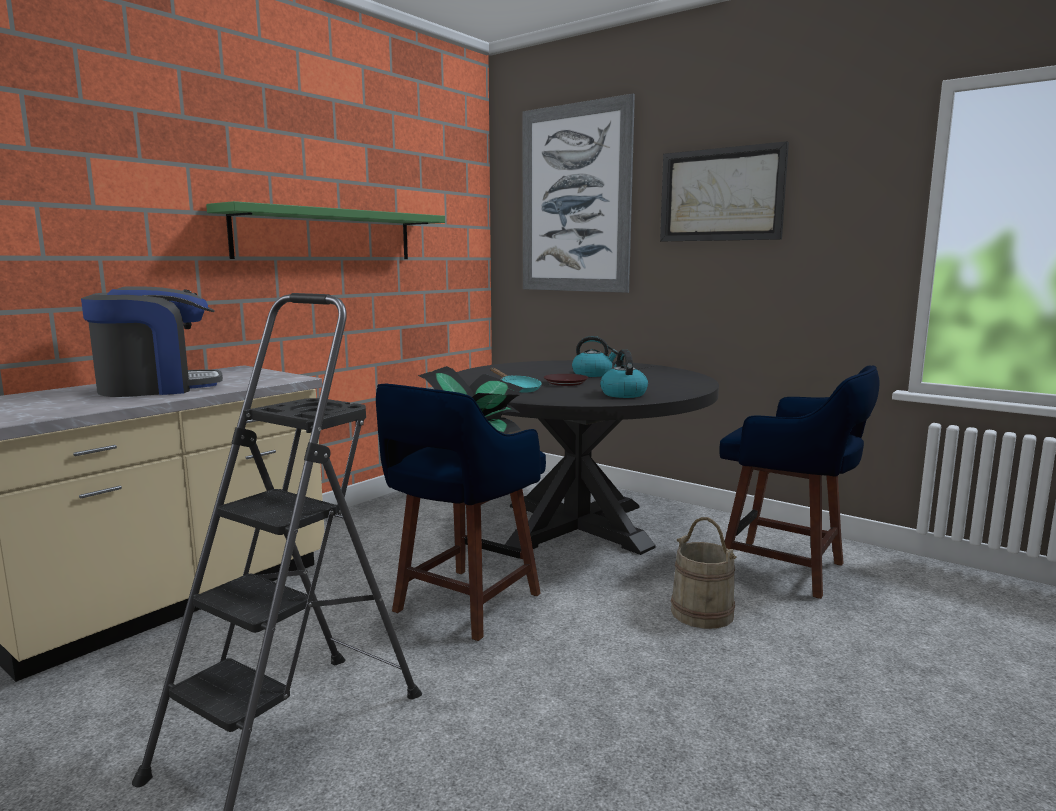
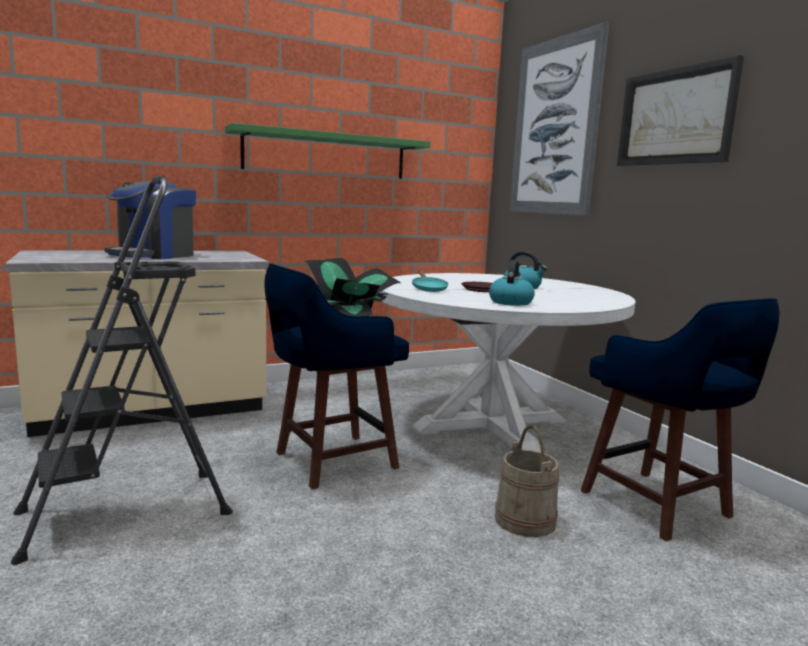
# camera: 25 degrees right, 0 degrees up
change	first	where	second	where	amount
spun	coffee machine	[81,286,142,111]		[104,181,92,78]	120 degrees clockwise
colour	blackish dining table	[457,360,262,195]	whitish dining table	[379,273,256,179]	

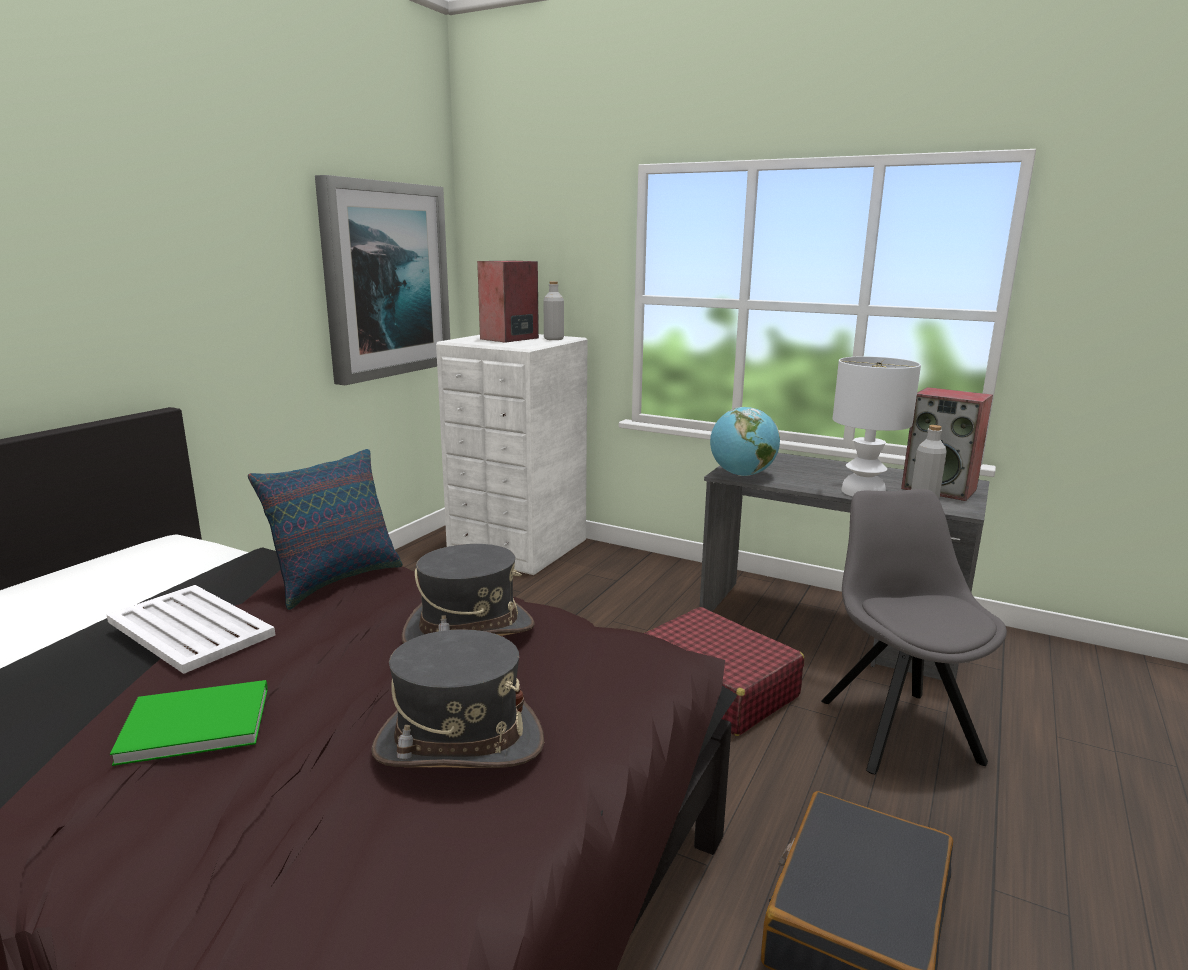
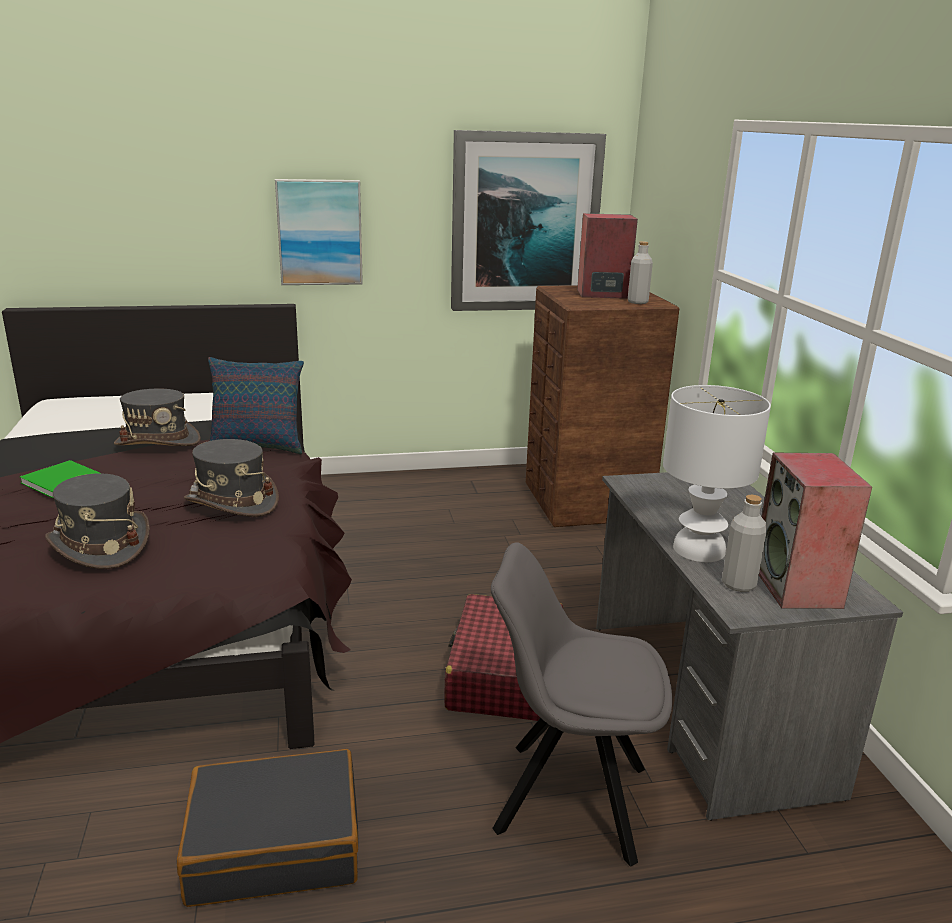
# camera: 50 degrees right, 5 degrees up
change	first	where	second	where	amount
exchanged	whitish tray	[107,585,168,89]	grey wearable hat	[114,389,87,57]	
colour	whitish chest of drawers	[436,334,151,241]	brown chest of drawers	[526,285,154,242]	
missing	globe	[710,407,70,69]			
spun	grey plain chair	[821,489,186,285]		[491,542,181,325]	120 degrees counterclockwise
appeared			wall picture	[275,179,88,106]	

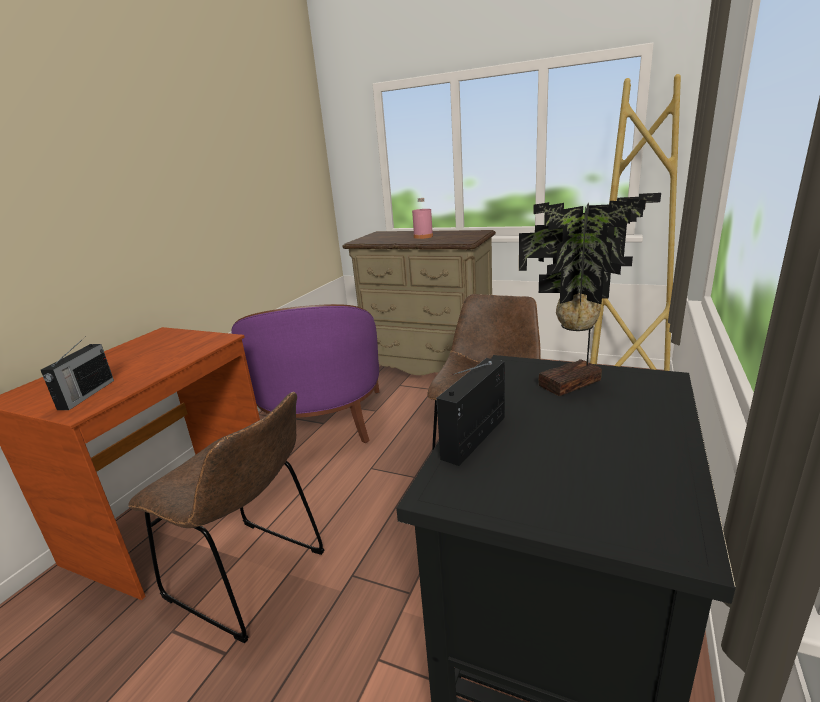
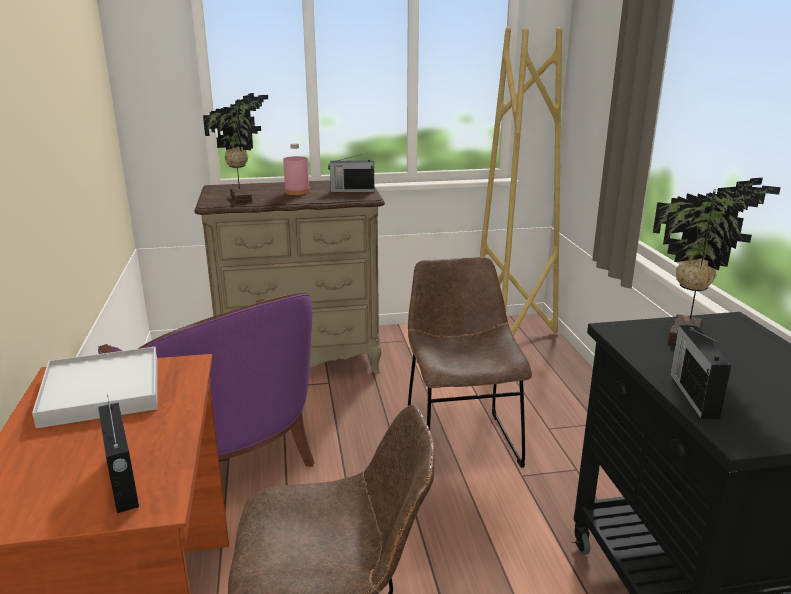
# camera: 35 degrees left, 0 degrees up
change	first	where	second	where	amount
appeared			whitish tray	[32,347,126,81]	
appeared			plant in a pot	[203,93,65,110]	
appeared			radio set	[328,153,46,39]	

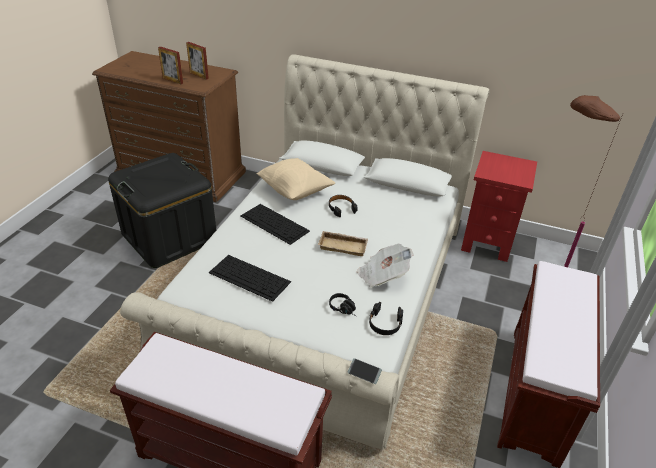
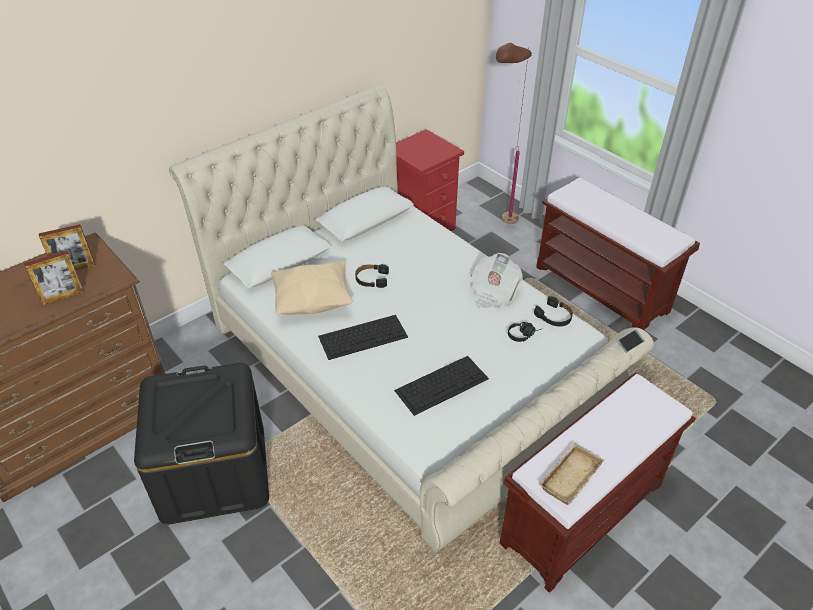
# camera: 60 degrees left, 5 degrees up
change	first	where	second	where	amount
relocated	sand-coloured tray	[318,231,50,25]		[538,443,66,62]	

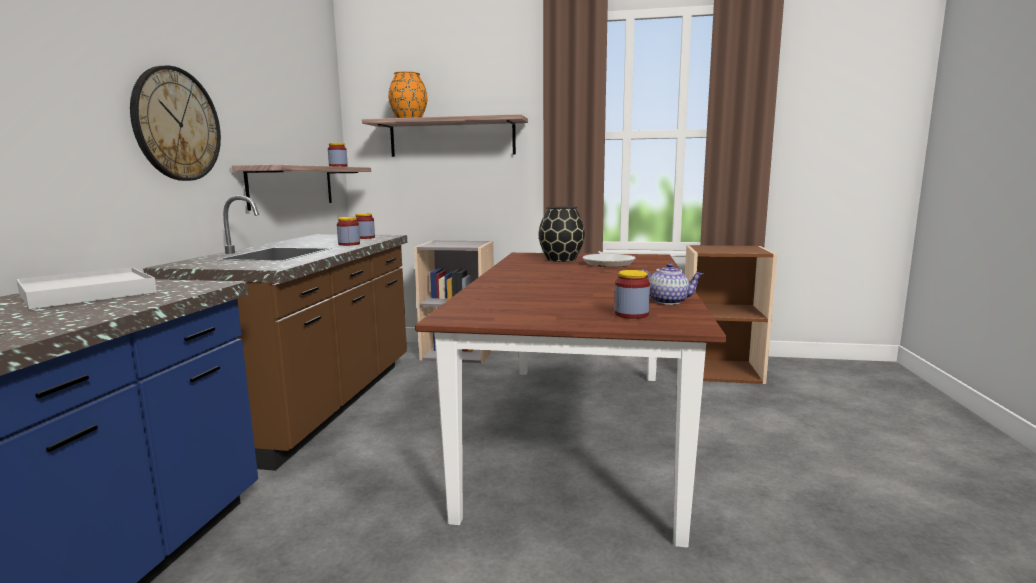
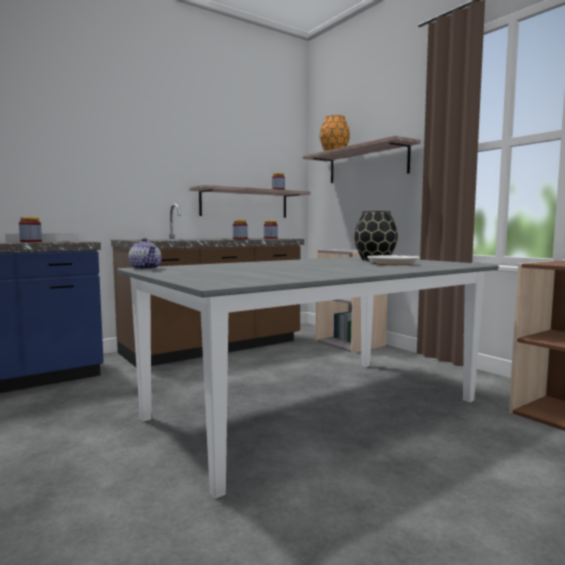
# camera: 45 degrees right, 5 degrees down
change	first	where	second	where	amount
missing	hanging clock	[130,66,91,115]			
colour	brown dining table	[415,253,312,295]	grey dining table	[117,257,382,242]	
relocated	jar	[615,270,35,49]		[19,217,23,26]	
relocated	teapot	[641,263,63,42]		[129,238,32,32]	

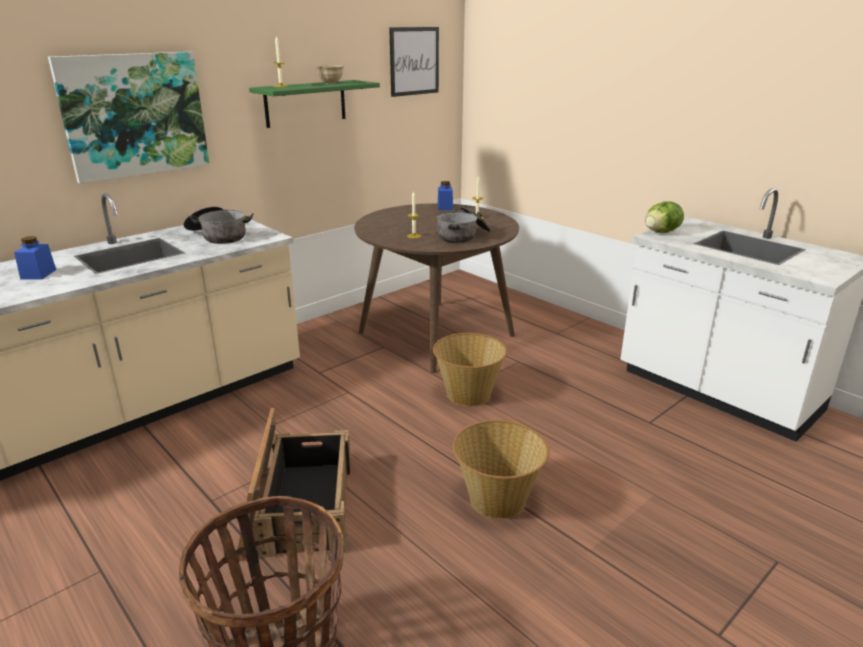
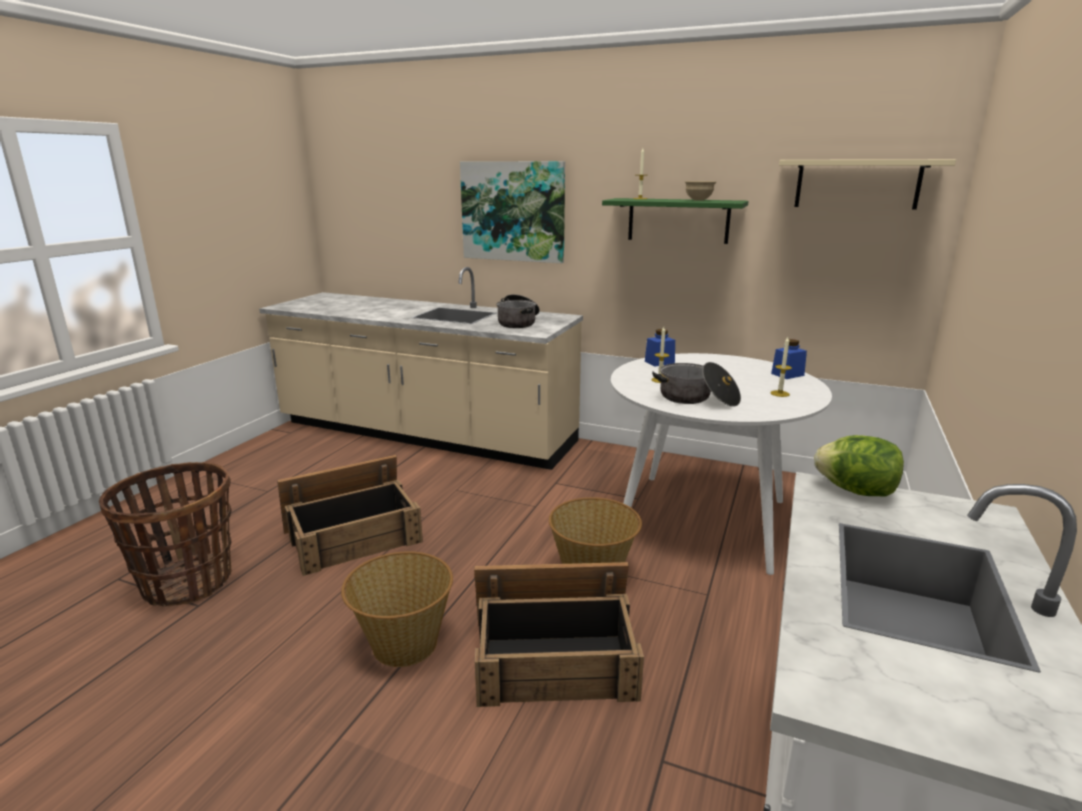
# camera: 65 degrees right, 5 degrees down
change	first	where	second	where	amount
relocated	blue jar	[14,236,42,43]		[645,329,30,38]	
colour	brown dining table	[354,203,165,170]	whitish dining table	[611,353,221,222]	
exchanged	wall picture	[389,27,50,70]	sand-coloured wall shelf	[779,159,177,51]	
appeared			shipping crate	[474,562,170,145]	

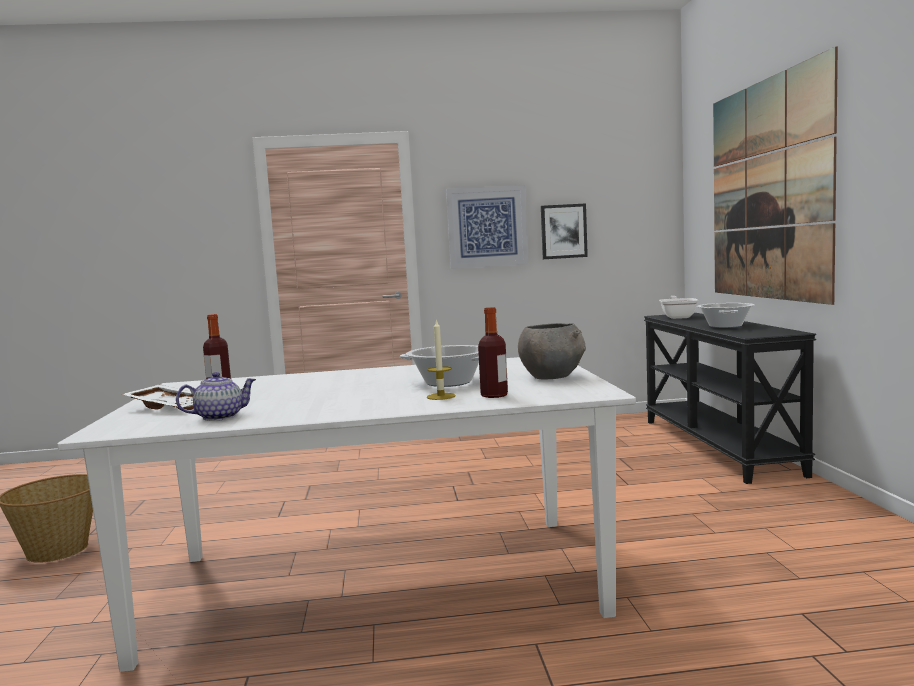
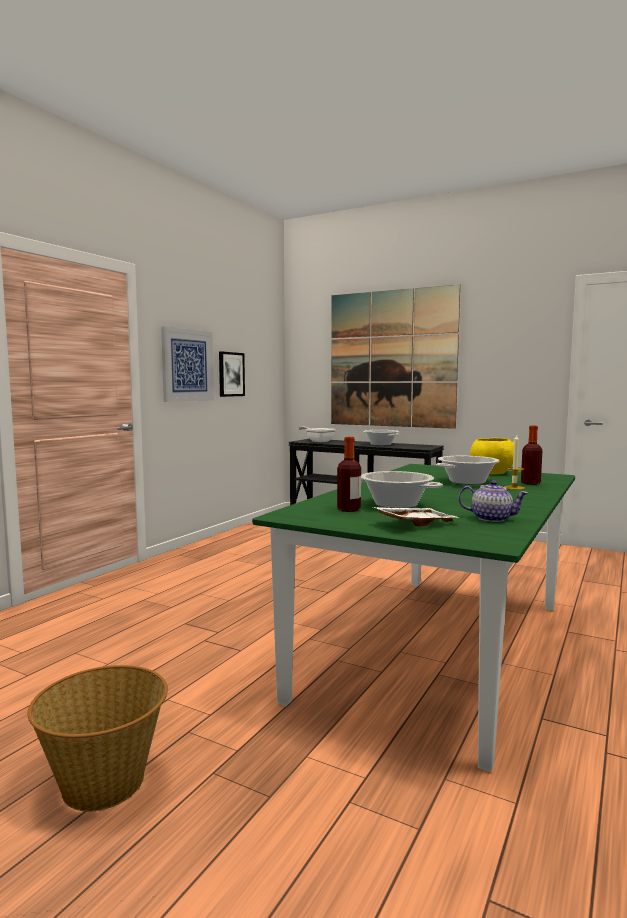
# camera: 55 degrees left, 0 degrees up
change	first	where	second	where	amount
colour	whitish dining table	[57,357,579,315]	green-coloured dining table	[252,464,323,308]	
spun	teapot	[176,372,80,49]		[458,480,70,42]	105 degrees clockwise
colour	grey deep dish	[518,323,68,56]	yellow deep dish	[470,437,44,37]	
appeared			stockpot	[361,471,82,37]	

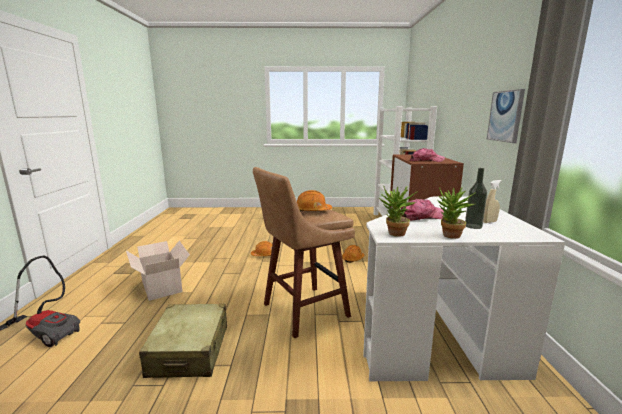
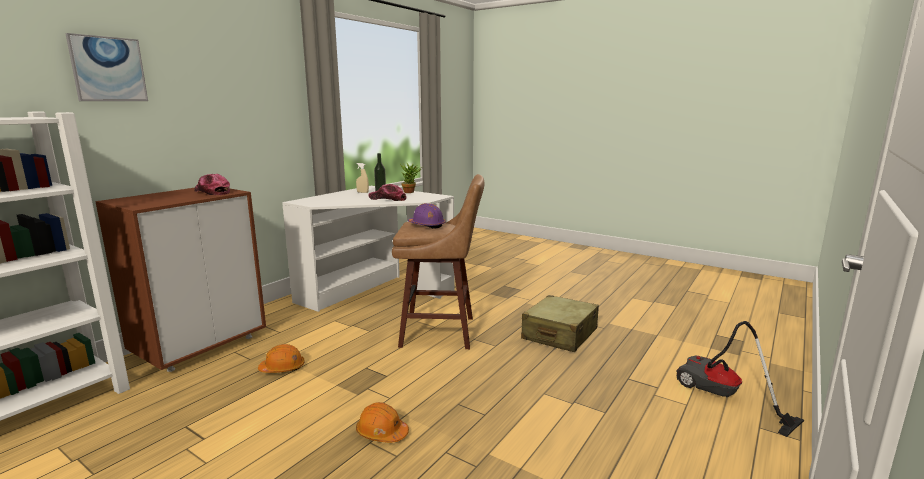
# camera: 145 degrees left, 0 degrees up
change	first	where	second	where	amount
missing	carton	[126,241,64,60]			
colour	orange work helmet	[297,190,35,22]	purple work helmet	[408,203,37,26]	
missing	plant in a pot	[379,186,40,51]			
relocated	wall picture	[487,89,38,54]		[65,33,83,68]	

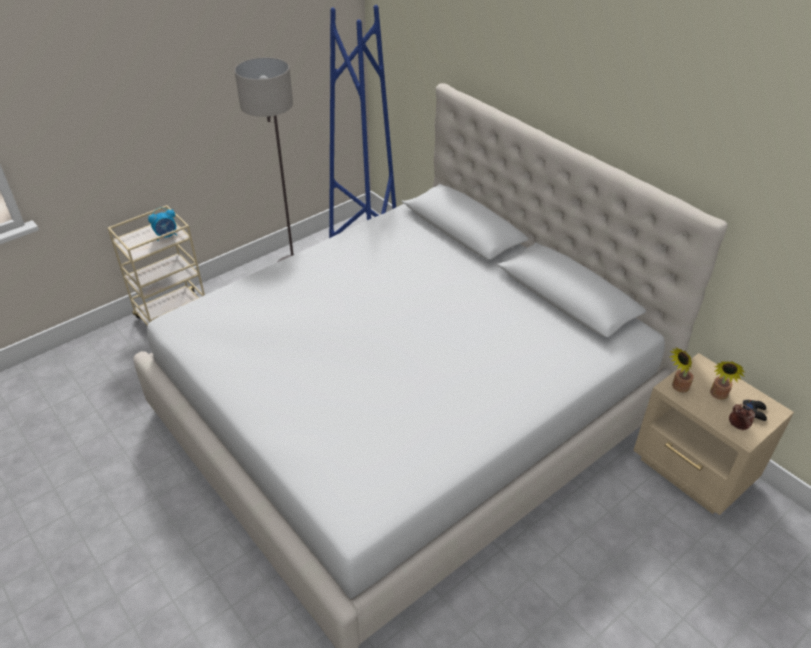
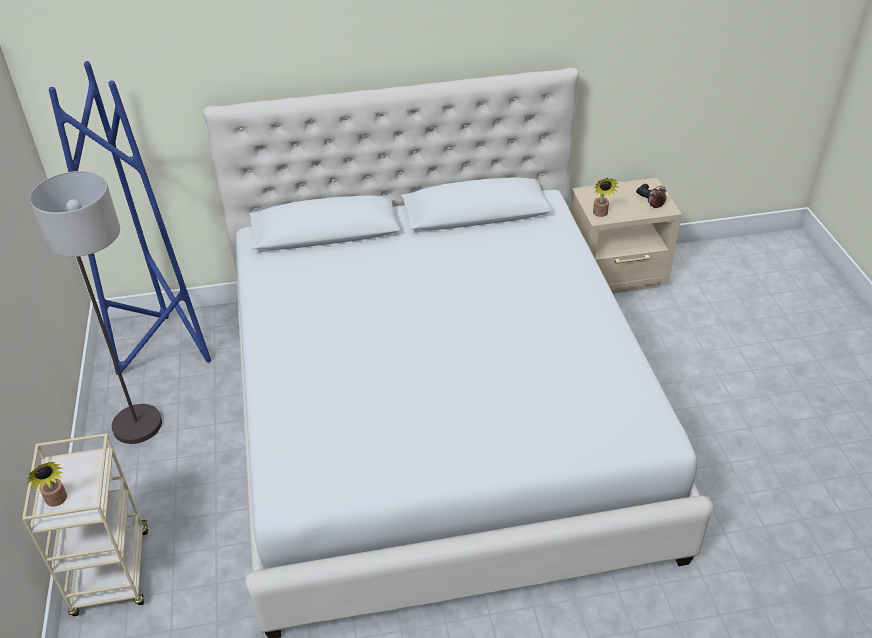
# camera: 60 degrees left, 0 degrees up
change	first	where	second	where	amount
missing	table clock	[148,207,29,34]			
relocated	plant in a pot	[710,361,35,39]		[26,462,41,45]	

